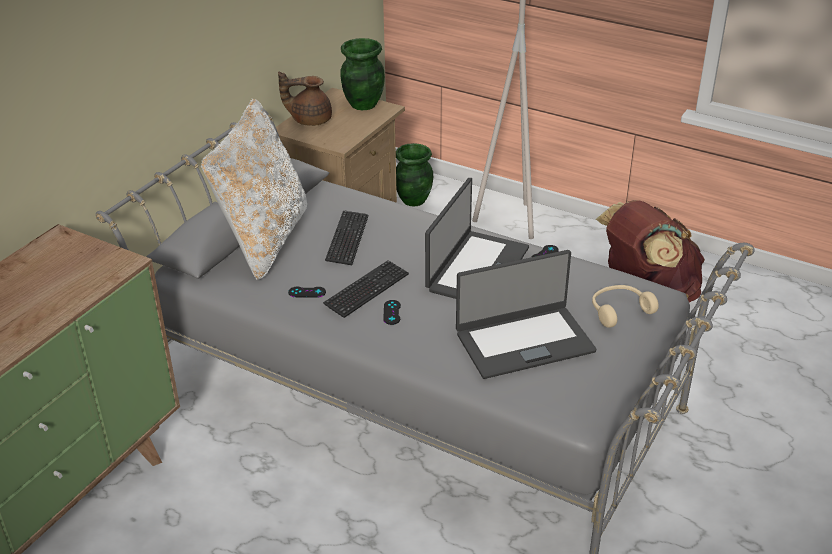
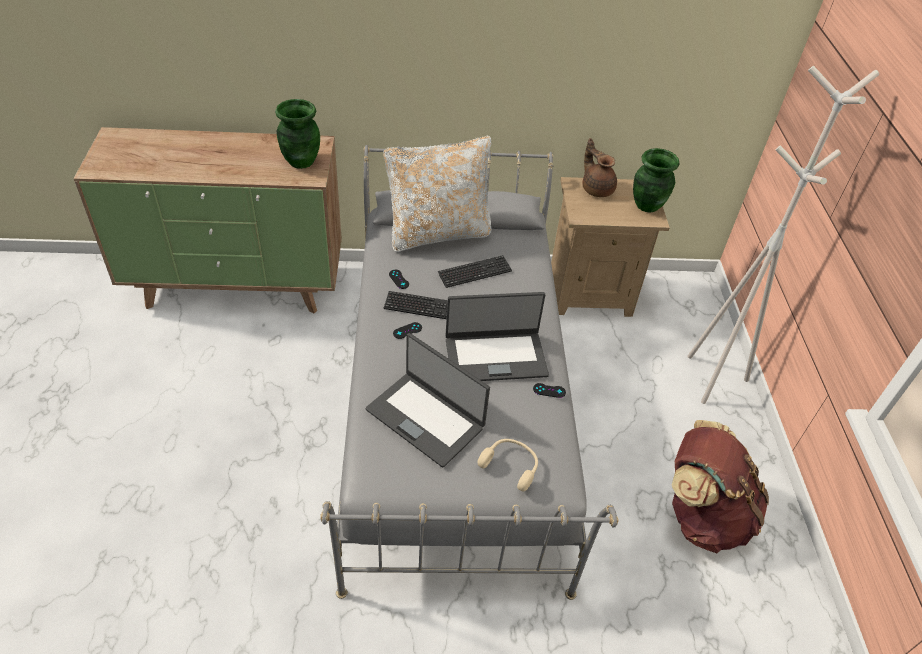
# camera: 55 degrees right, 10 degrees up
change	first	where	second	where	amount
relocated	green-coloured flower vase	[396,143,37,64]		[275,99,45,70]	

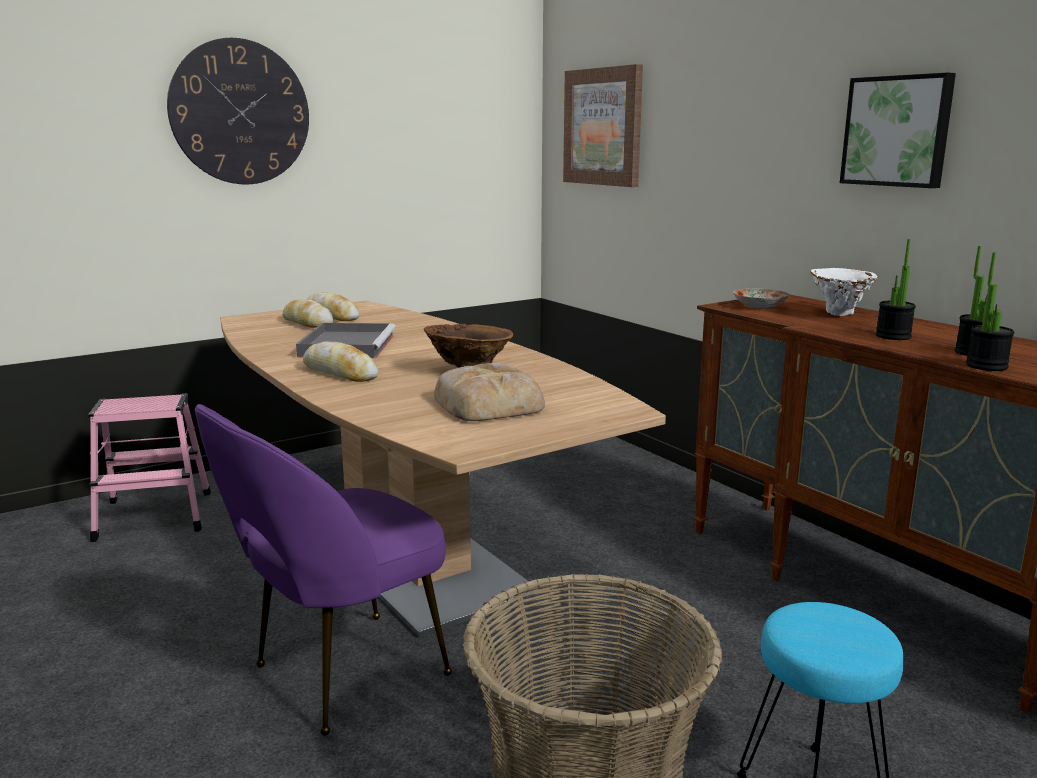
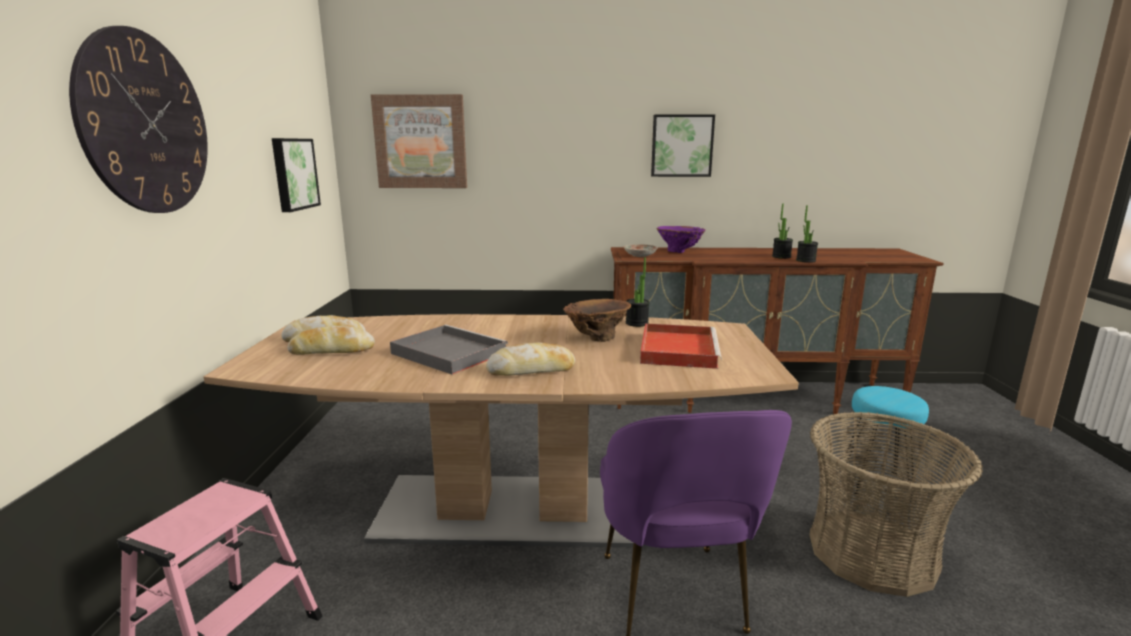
# camera: 55 degrees left, 0 degrees up
change	first	where	second	where	amount
exchanged	bread	[434,363,111,58]	red-coloured tray	[640,323,82,46]	
colour	whitish flower vase	[810,268,68,48]	purple flower vase	[657,226,49,27]	
relocated	plant in a pot	[876,239,40,101]		[626,257,23,70]	
appeared			wall picture	[272,138,49,74]	

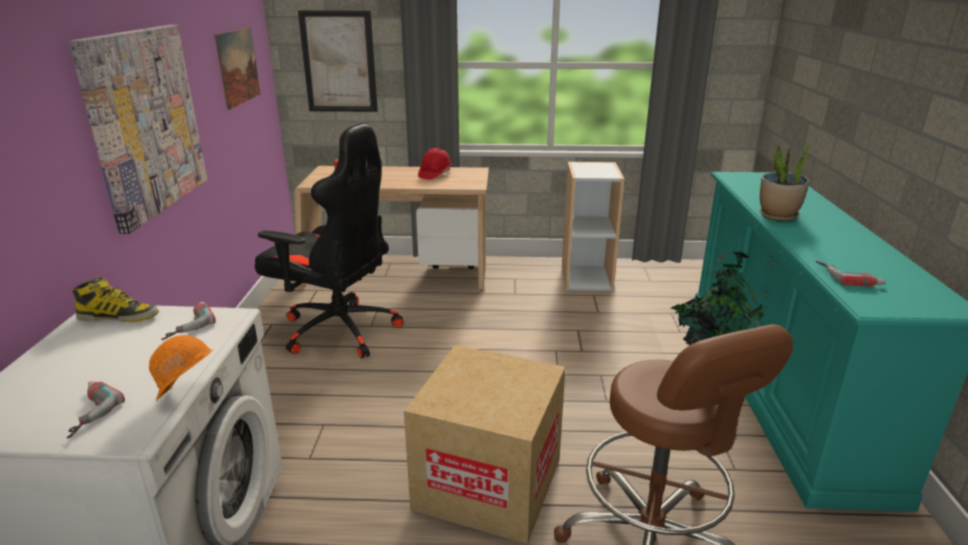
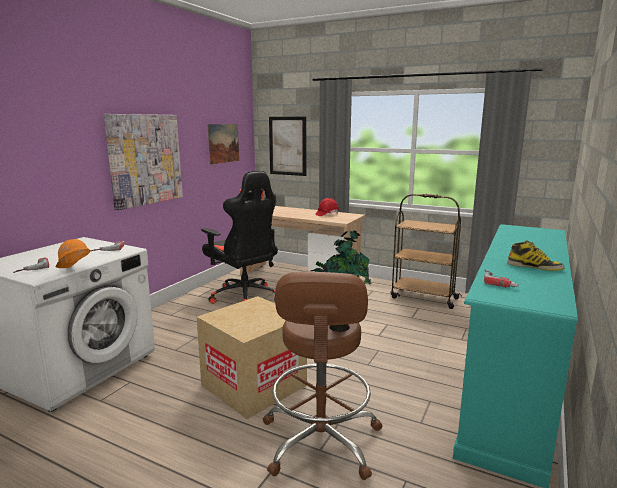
# camera: 25 degrees right, 10 degrees down
change	first	where	second	where	amount
relocated	boot	[72,277,87,45]		[507,241,58,30]	
exchanged	bookcase	[562,162,63,129]	brown wheeled cart	[390,193,72,116]	
missing	plant in a pot	[760,140,53,81]			

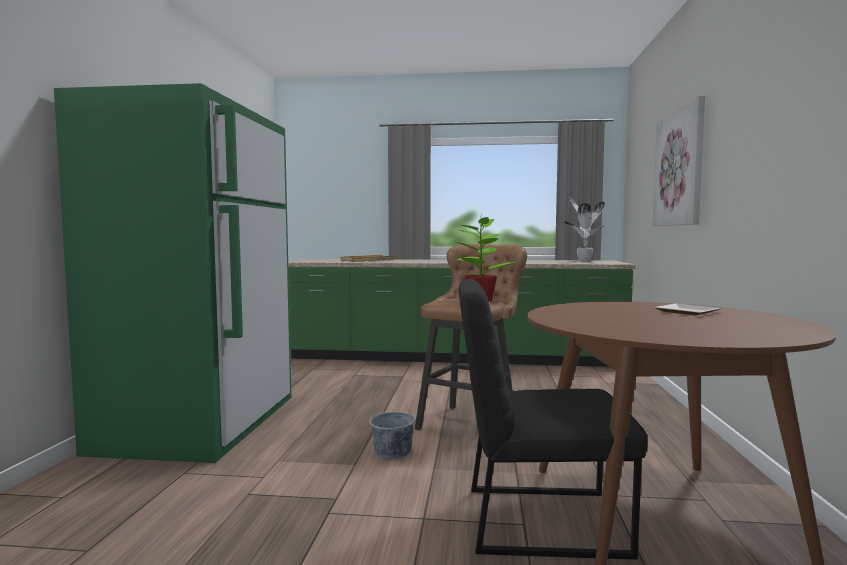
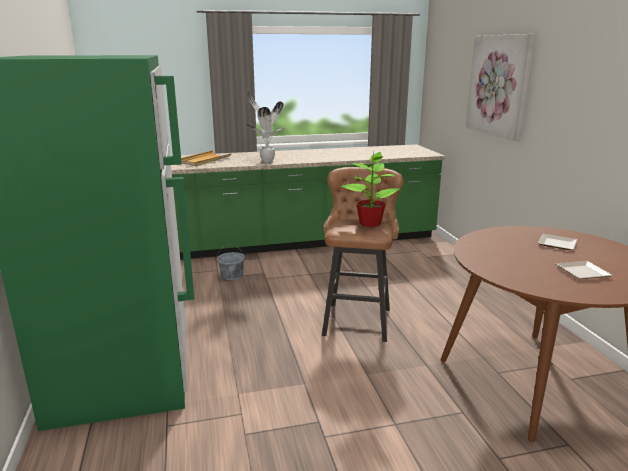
# camera: 20 degrees left, 15 degrees up
change	first	where	second	where	amount
relocated	grey pail	[369,396,47,63]		[217,244,28,36]	
missing	blackish plain chair	[459,279,189,281]			
relocated	plant in a pot	[563,193,42,69]		[245,93,40,70]	
appeared			dinner plate	[555,261,58,18]	

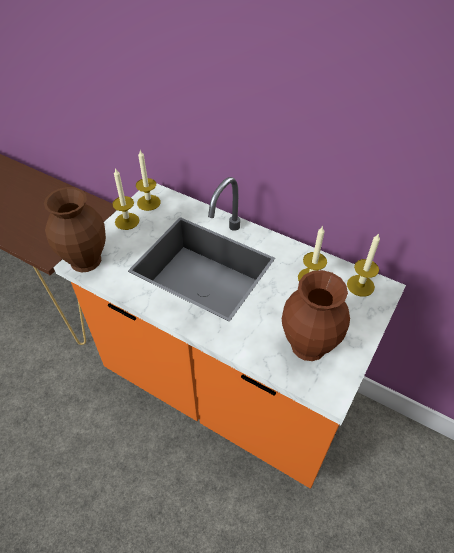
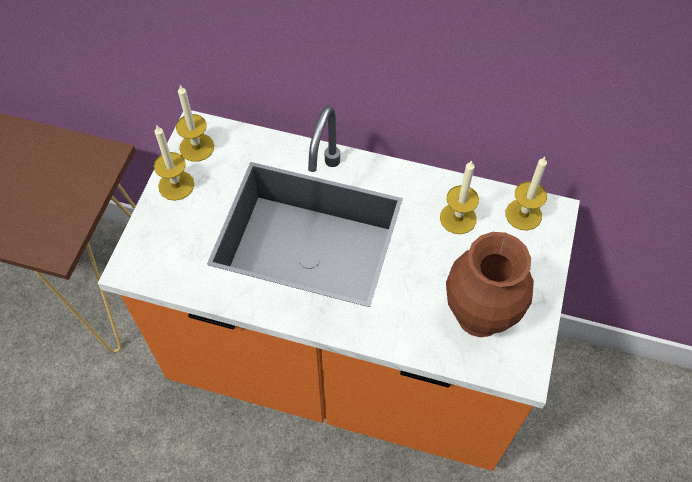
# camera: 15 degrees left, 10 degrees up
change	first	where	second	where	amount
missing	brown flower vase	[44,187,62,85]			

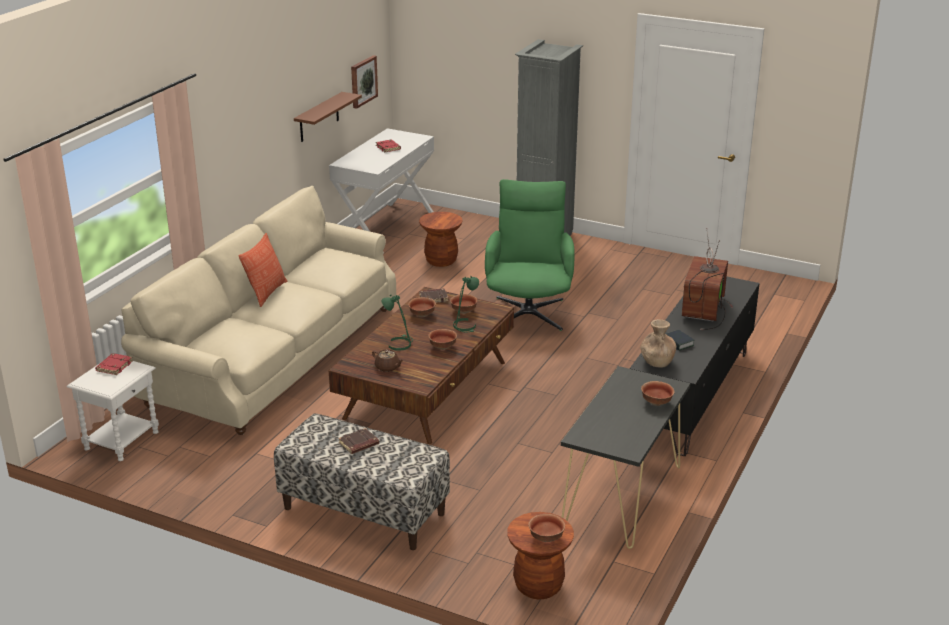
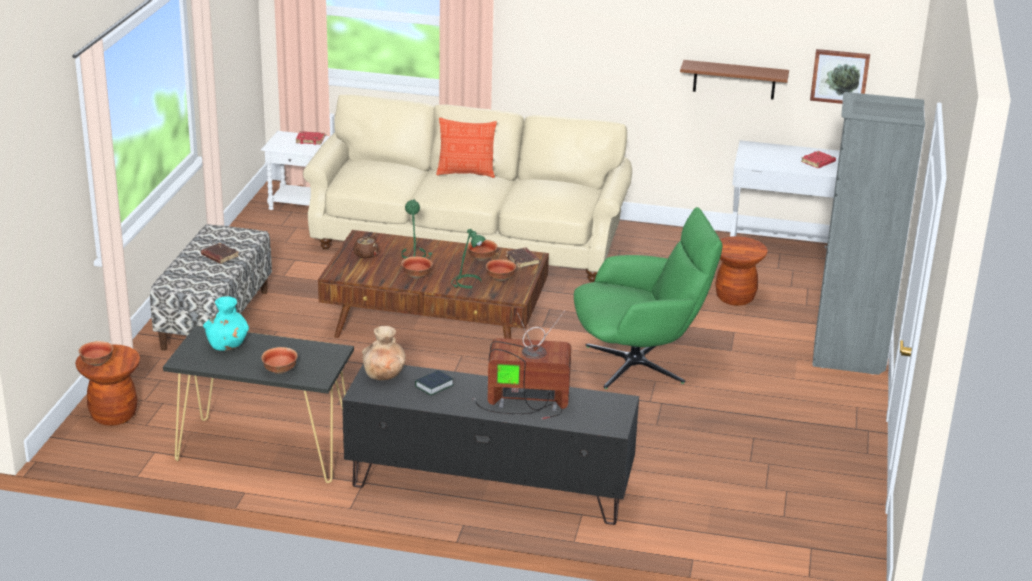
# camera: 75 degrees right, 0 degrees up
change	first	where	second	where	amount
appeared			blue-green flower vase	[203,296,46,55]	

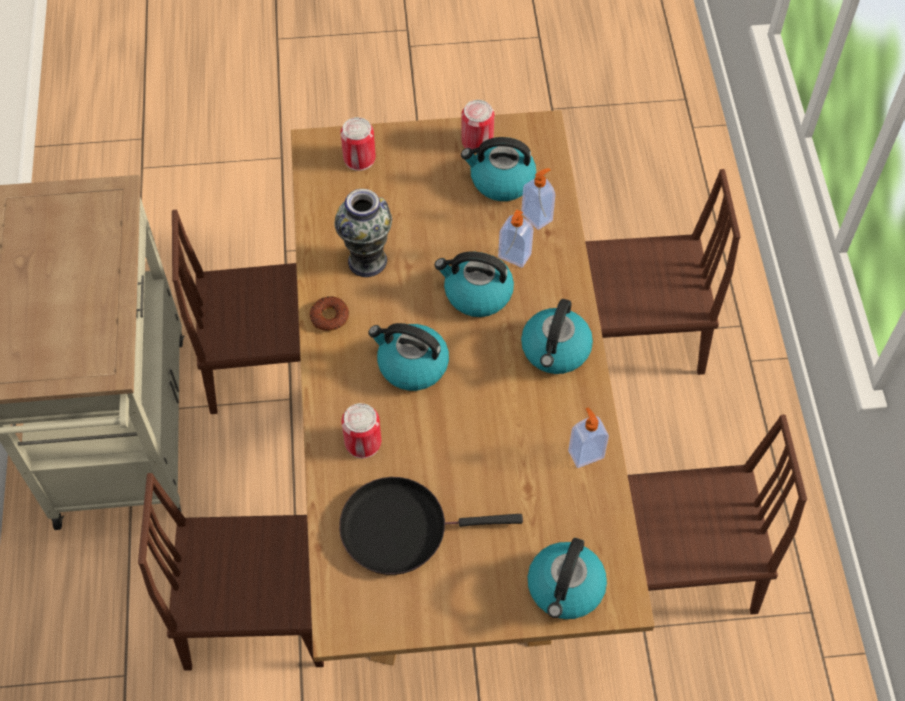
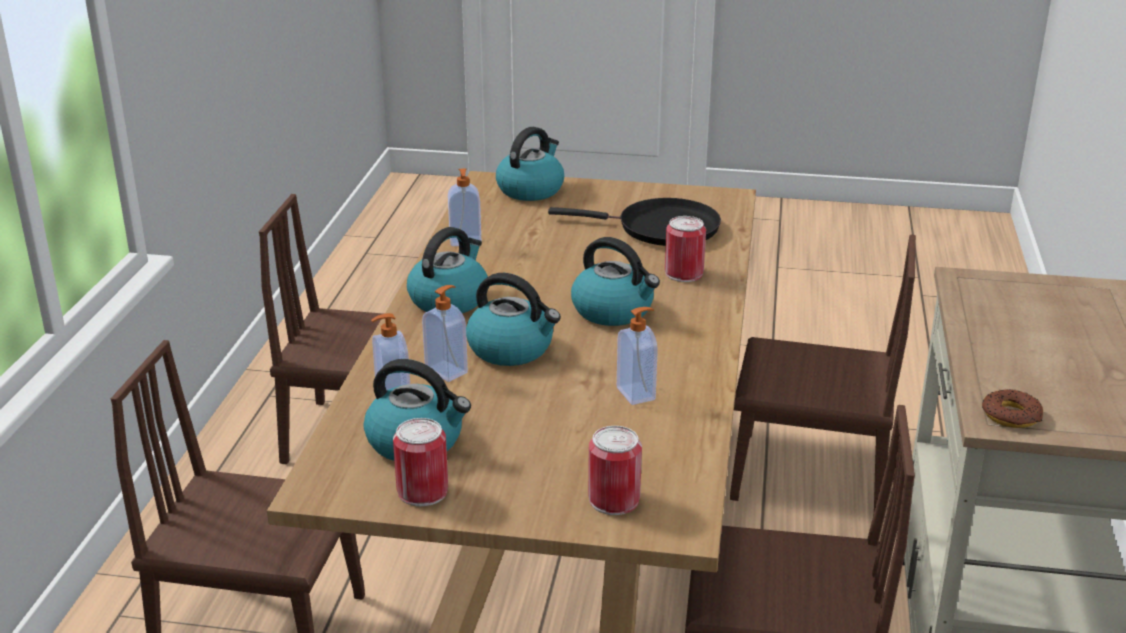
# camera: 165 degrees left, 30 degrees down
change	first	where	second	where	amount
relocated	ring doughnut	[310,296,39,35]		[982,389,61,39]	
exchanged	flower vase	[334,189,58,88]	soap bottle	[617,307,41,98]	

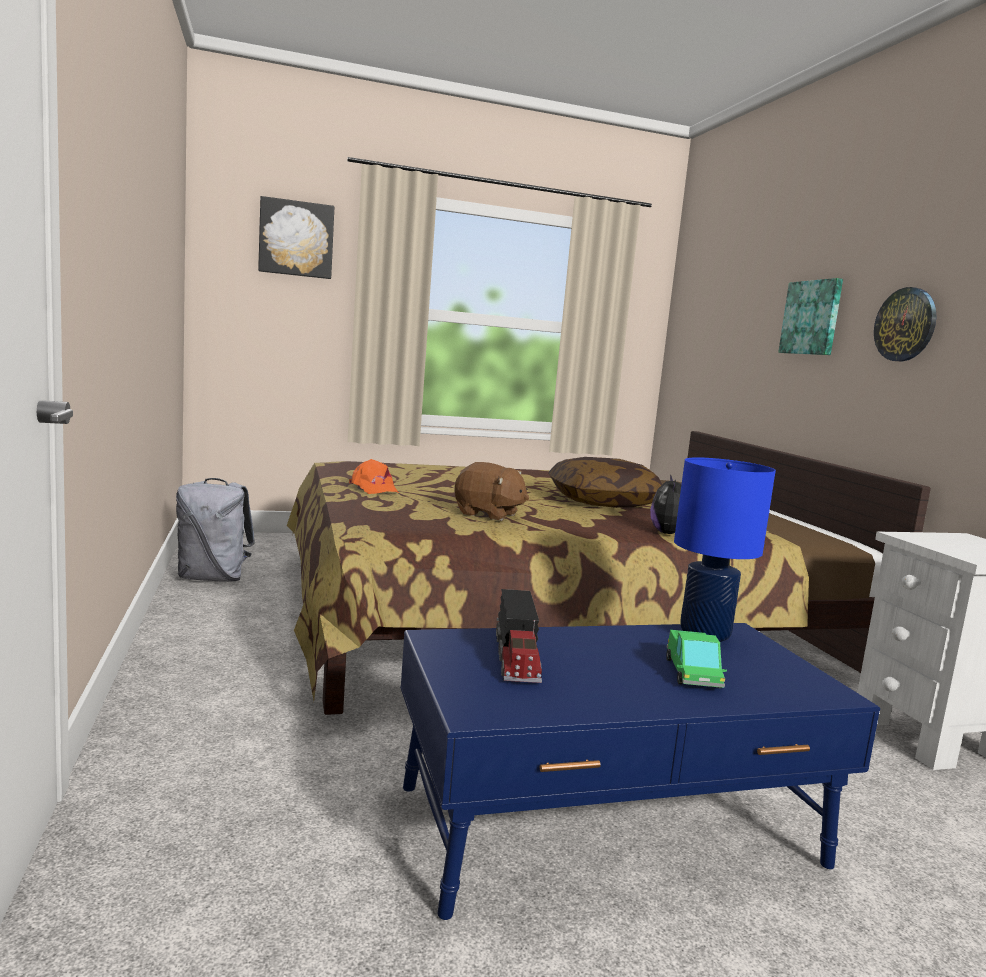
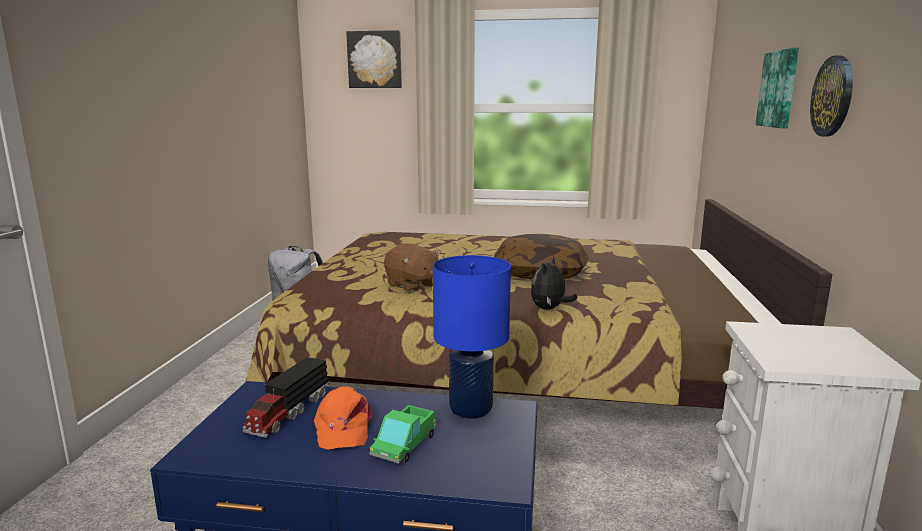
# camera: 25 degrees right, 5 degrees up
change	first	where	second	where	amount
relocated	orange baseball cap	[349,459,50,35]		[314,386,60,64]	

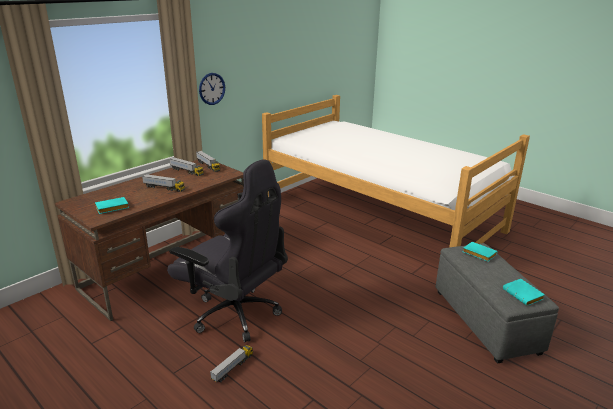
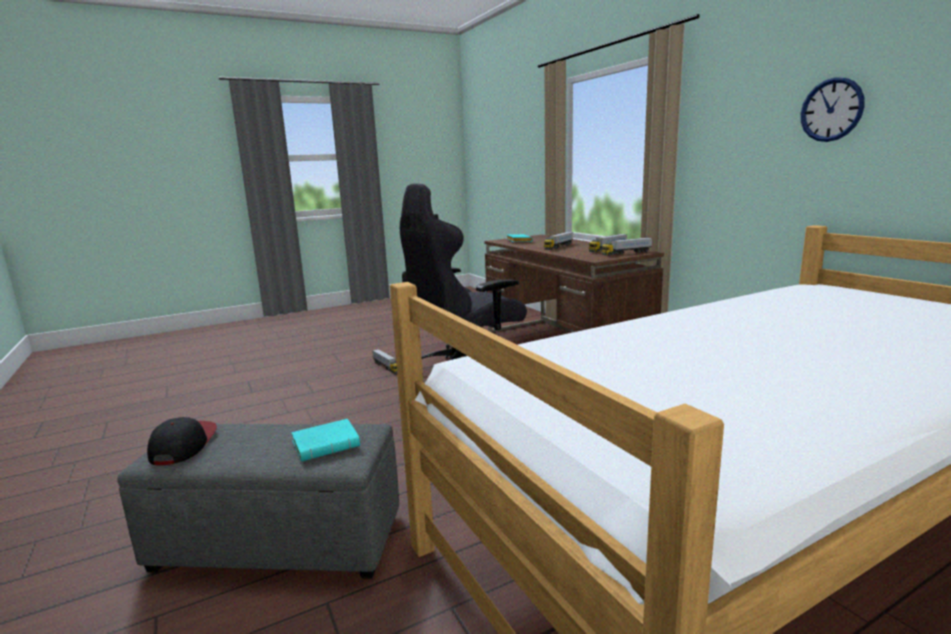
# camera: 110 degrees right, 10 degrees down
change	first	where	second	where	amount
relocated	hanging clock	[199,73,26,32]		[801,78,64,64]	
exchanged	blue-green book	[503,279,42,27]	baseball cap	[147,417,70,49]	

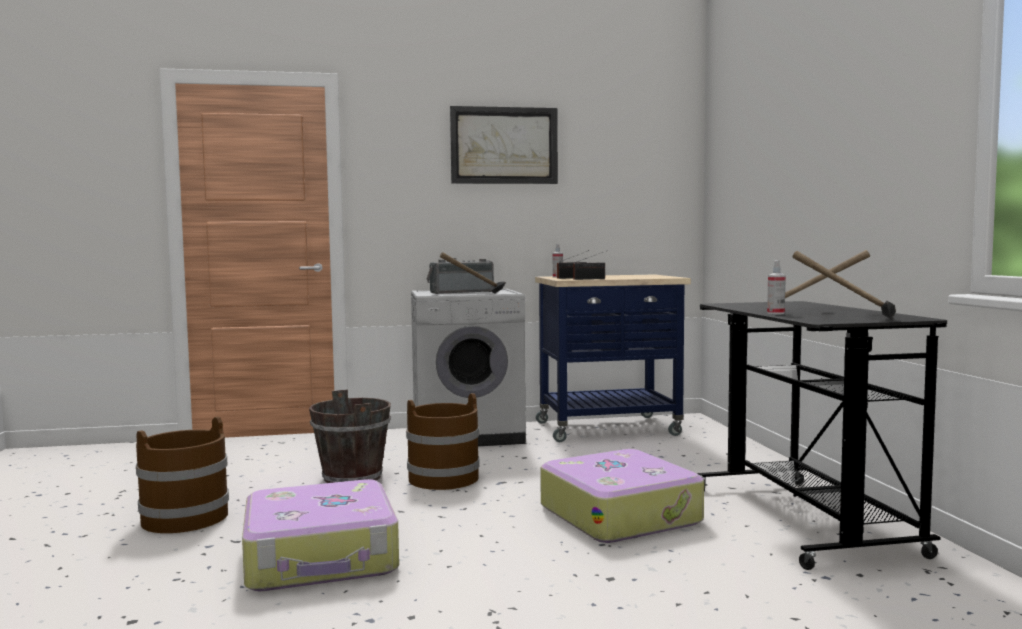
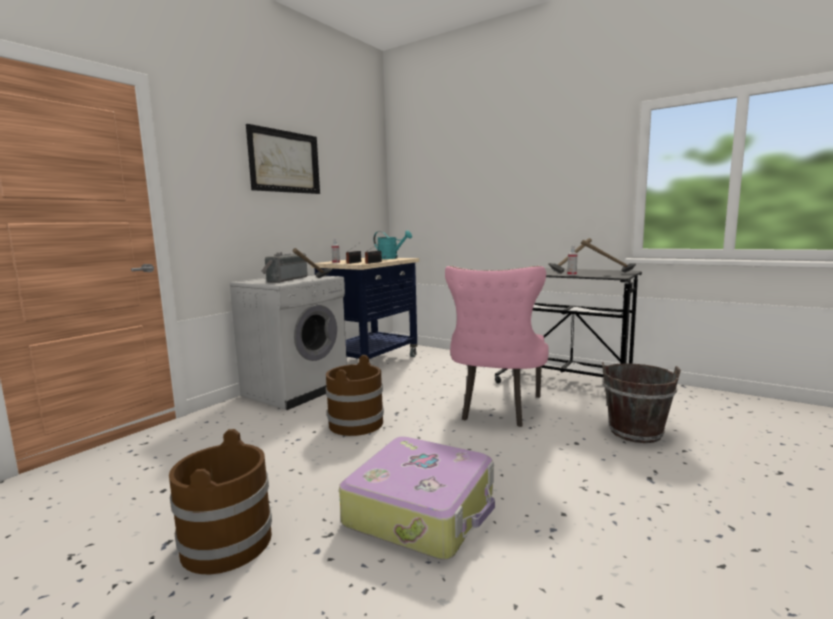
# camera: 45 degrees left, 5 degrees up
change	first	where	second	where	amount
relocated	brown pail	[309,389,82,94]		[602,362,79,81]	
exchanged	travel case	[540,449,164,94]	pink-coloured plain chair	[445,266,104,161]	
appeared			blue-green sprinkling can	[373,230,39,29]	

